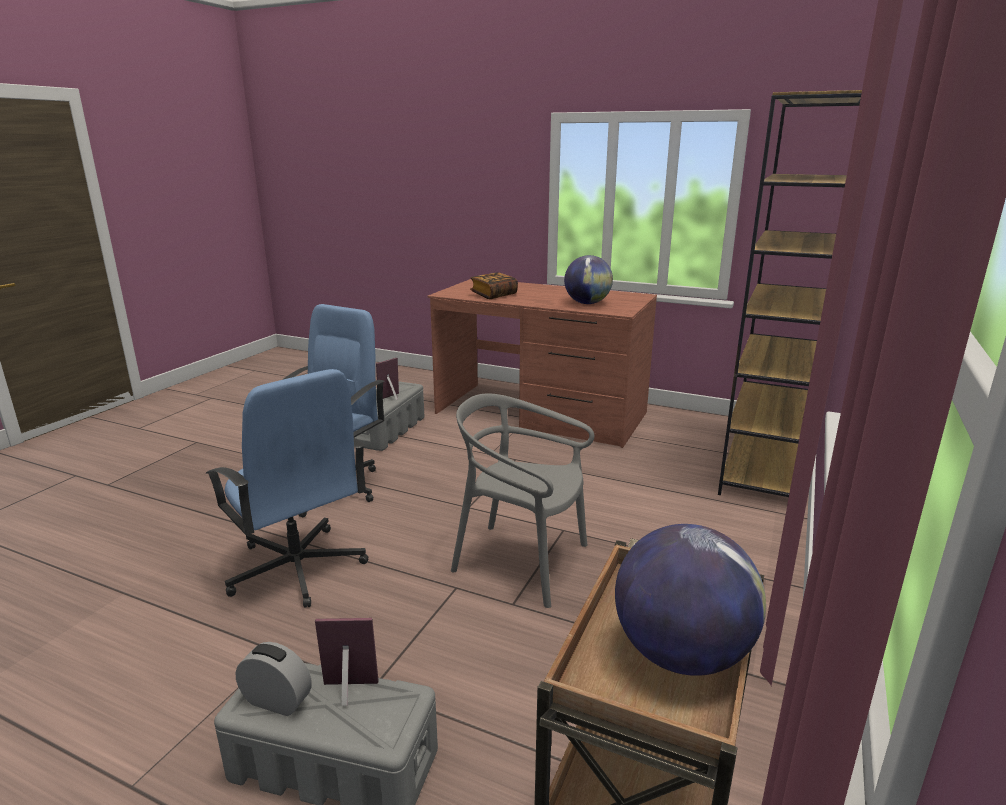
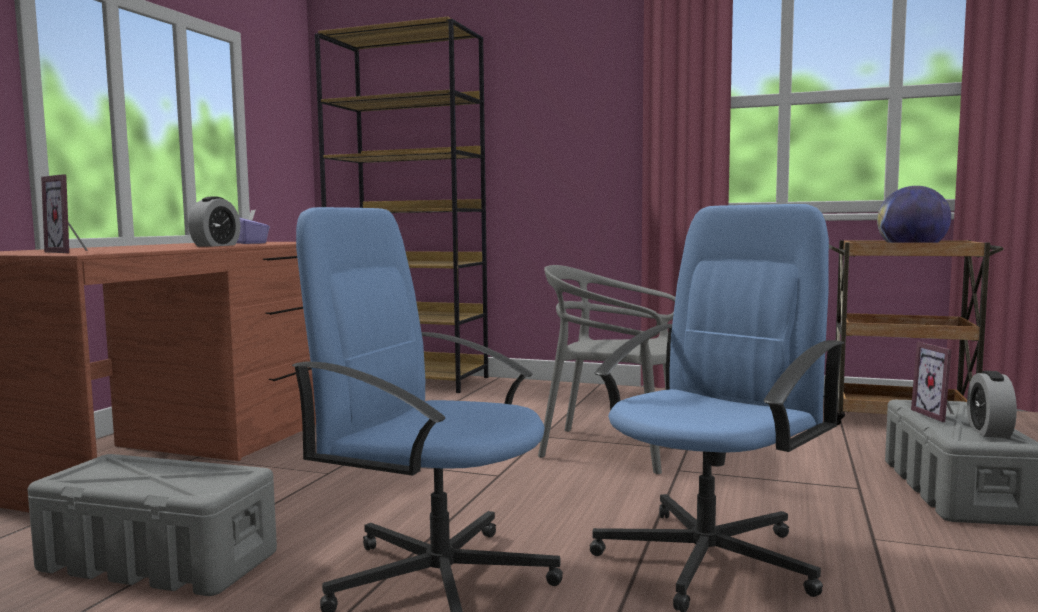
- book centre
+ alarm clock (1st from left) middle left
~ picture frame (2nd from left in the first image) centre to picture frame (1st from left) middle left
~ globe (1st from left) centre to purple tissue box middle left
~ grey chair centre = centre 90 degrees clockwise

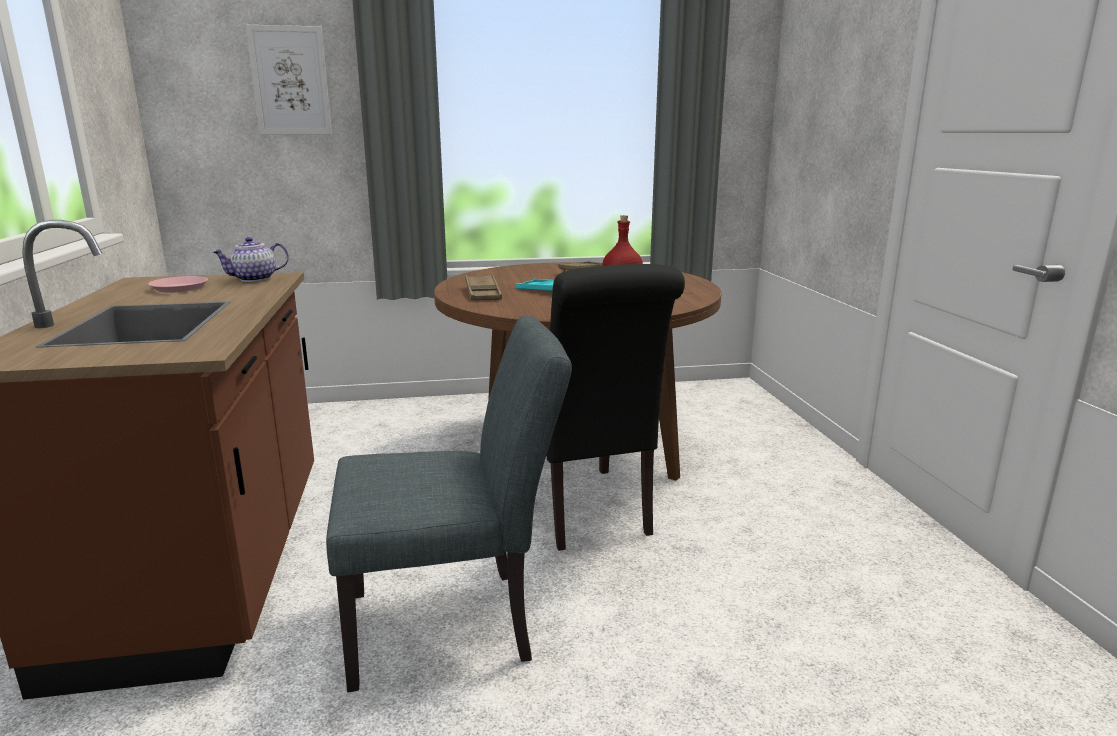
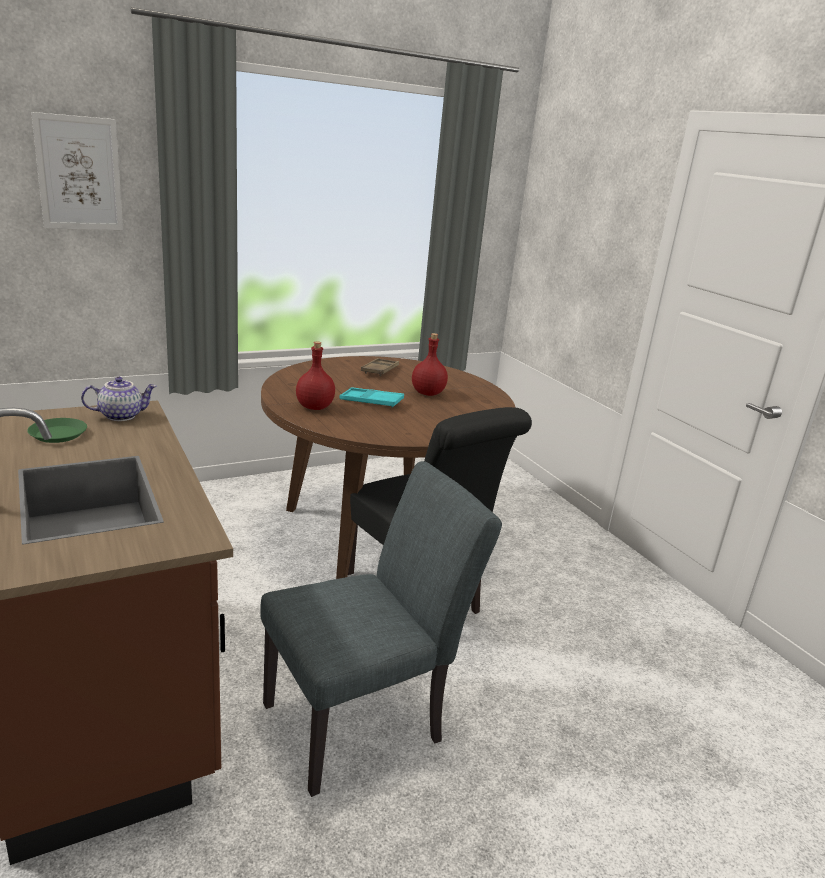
~ brown tray (1st from left) centre to red bottle (1st from left) centre
~ pink plate middle left to green plate middle left
~ teapot middle left = middle left 150 degrees counterclockwise

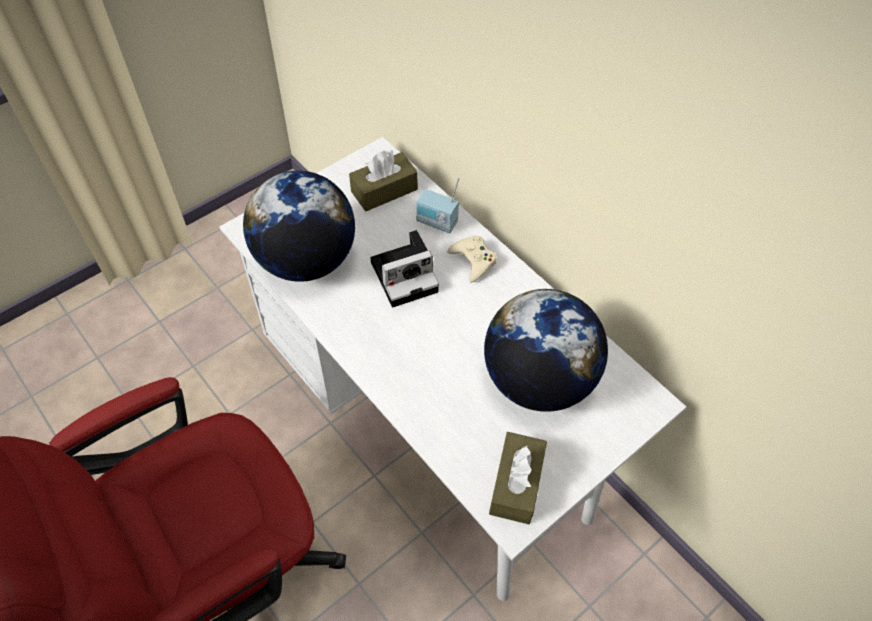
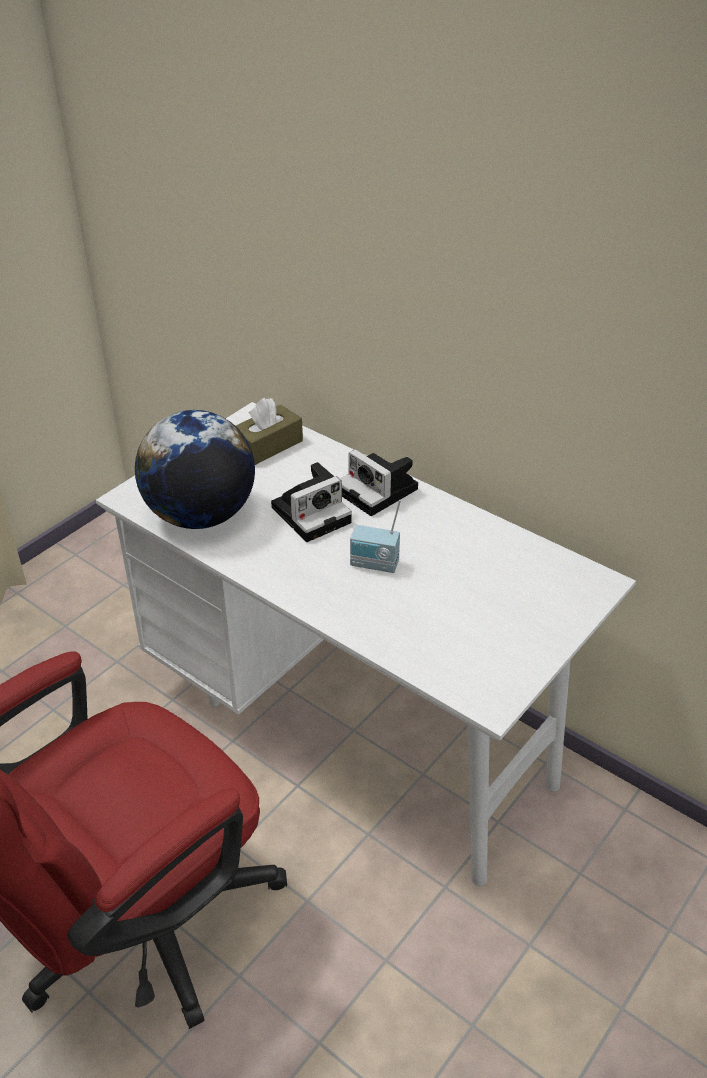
- globe (2nd from left) centre
- brown tissue box (2nd from left) bottom centre
~ radio top centre to centre
~ beige game controller centre to photo camera (2nd from left) centre

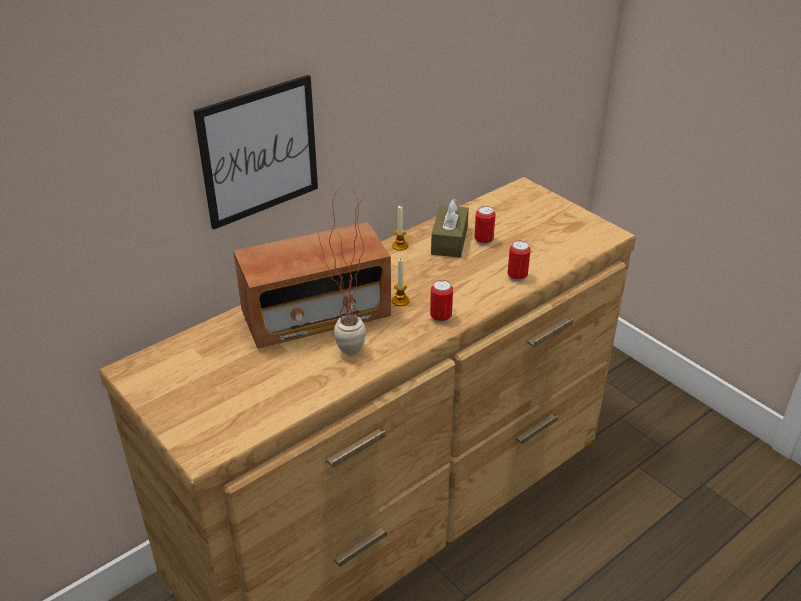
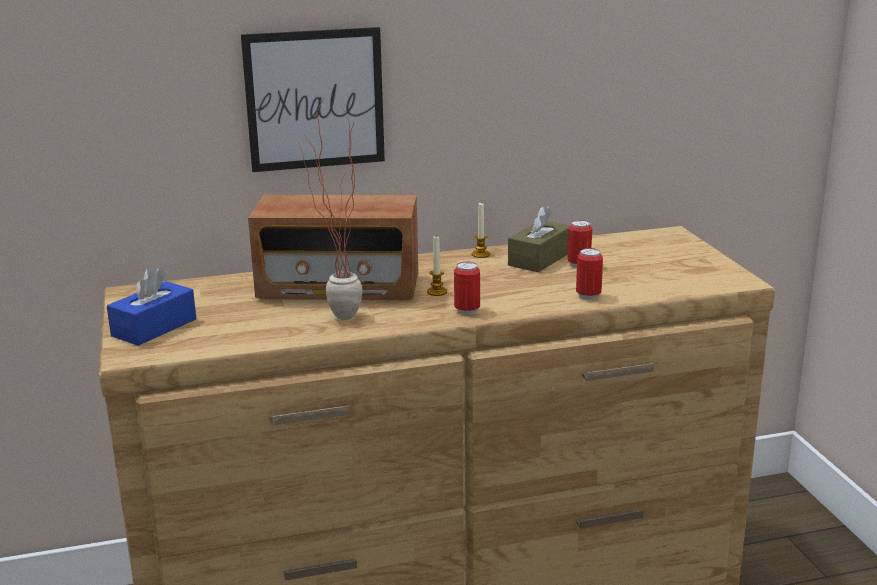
+ blue tissue box middle left

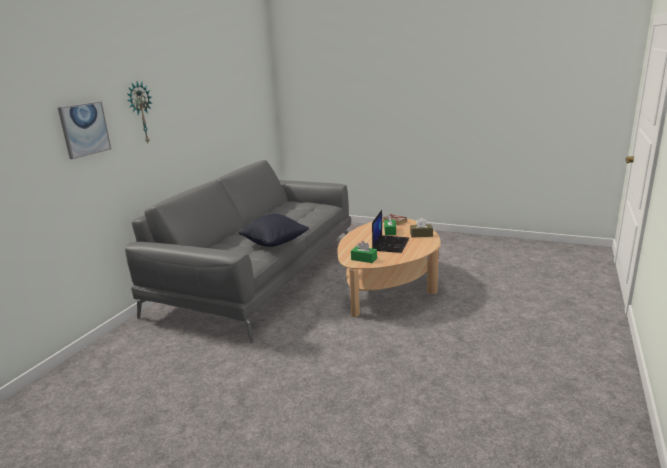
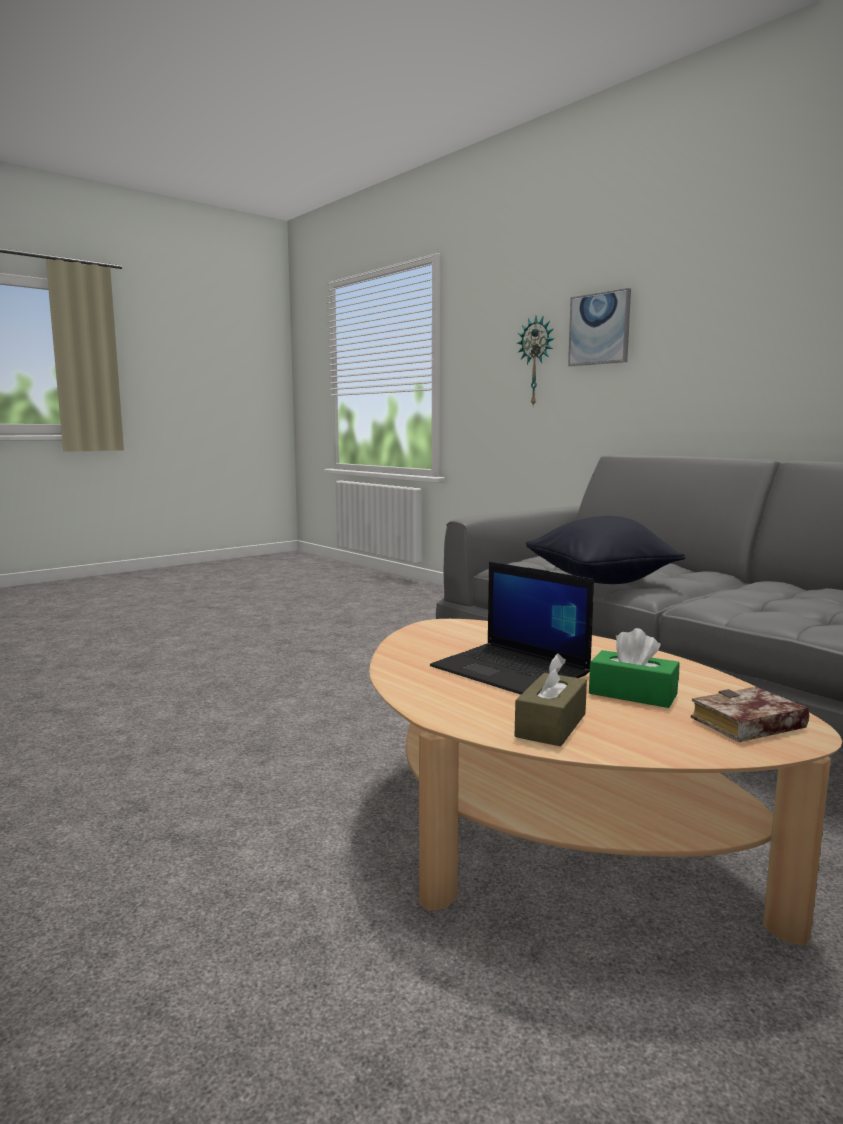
- green tissue box (1st from left) centre
~ wall clock top left to top centre

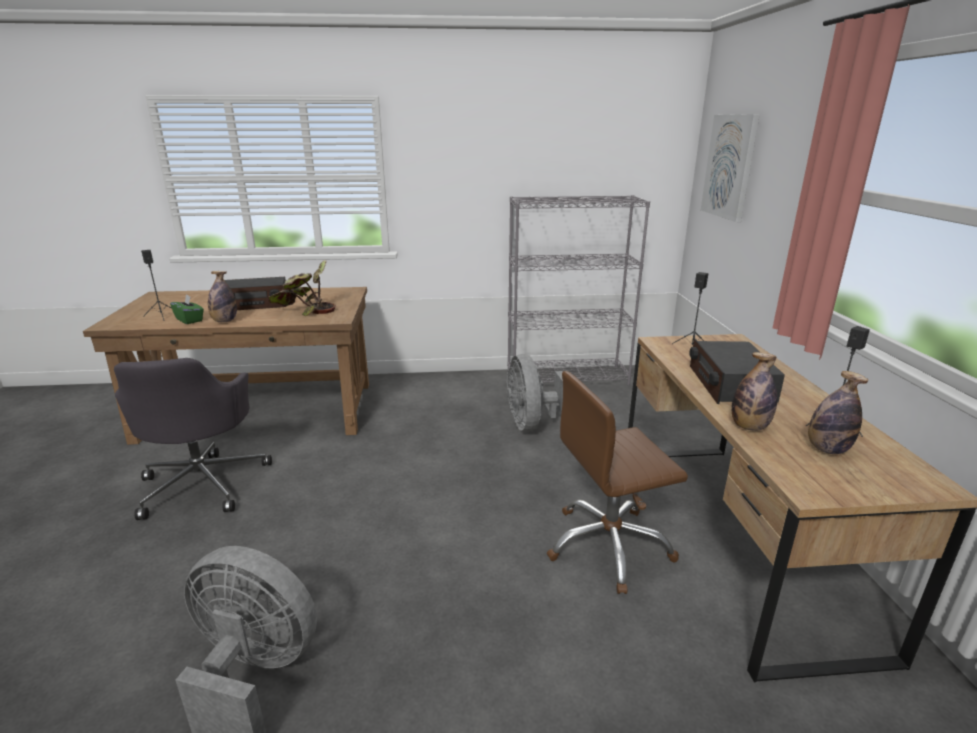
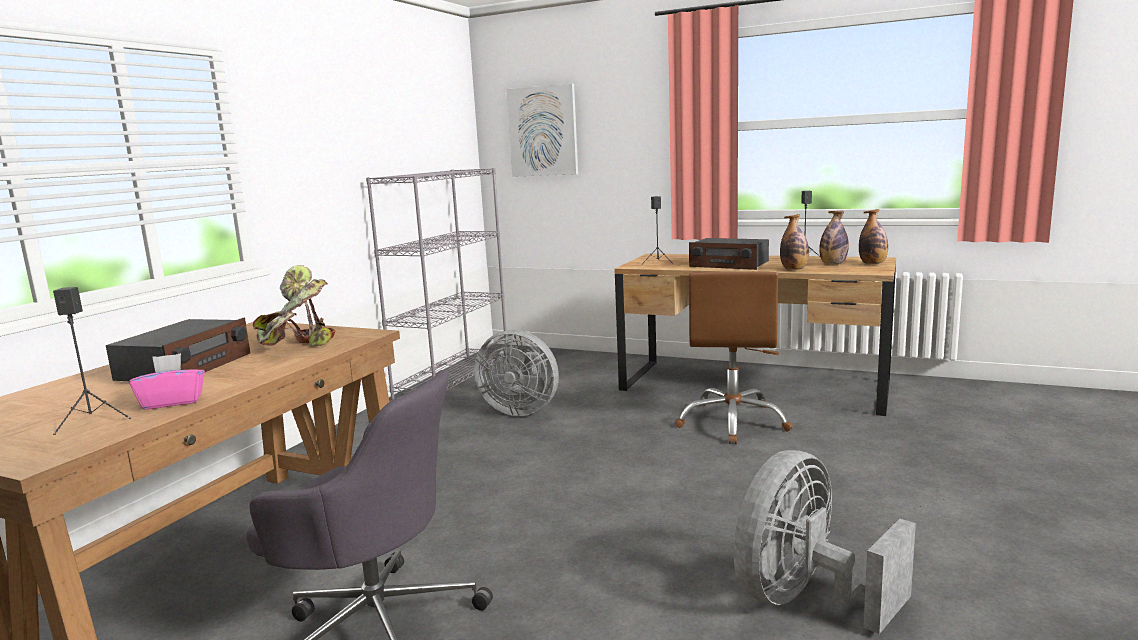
~ bottle (1st from left in the first image) middle left to bottle (3rd from left) middle right
~ green tissue box middle left to pink tissue box middle left

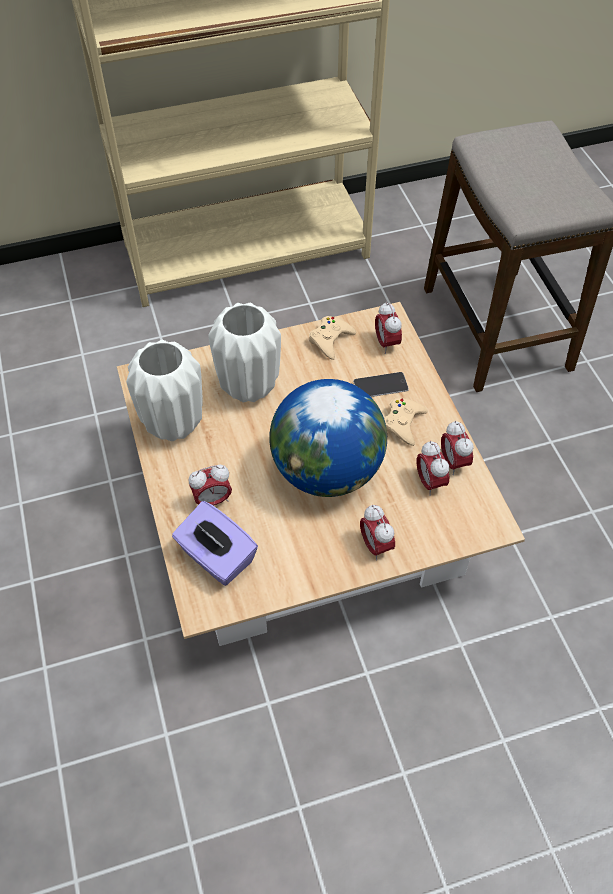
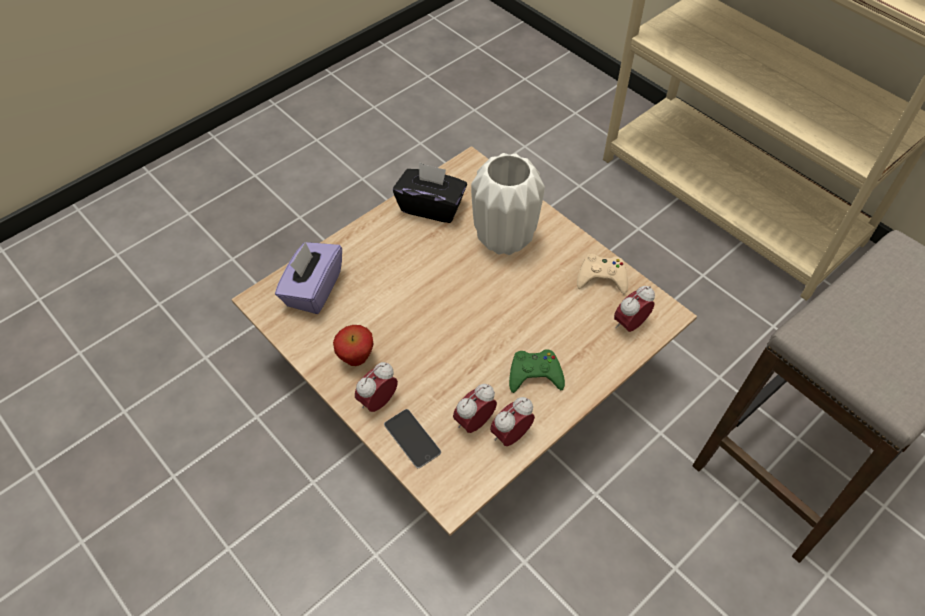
- alarm clock (1st from left) centre
- globe centre
+ apple centre
~ phone centre to bottom centre
~ white vase (1st from left) middle left to black tissue box top centre
~ beige game controller (2nd from left) centre to green game controller centre

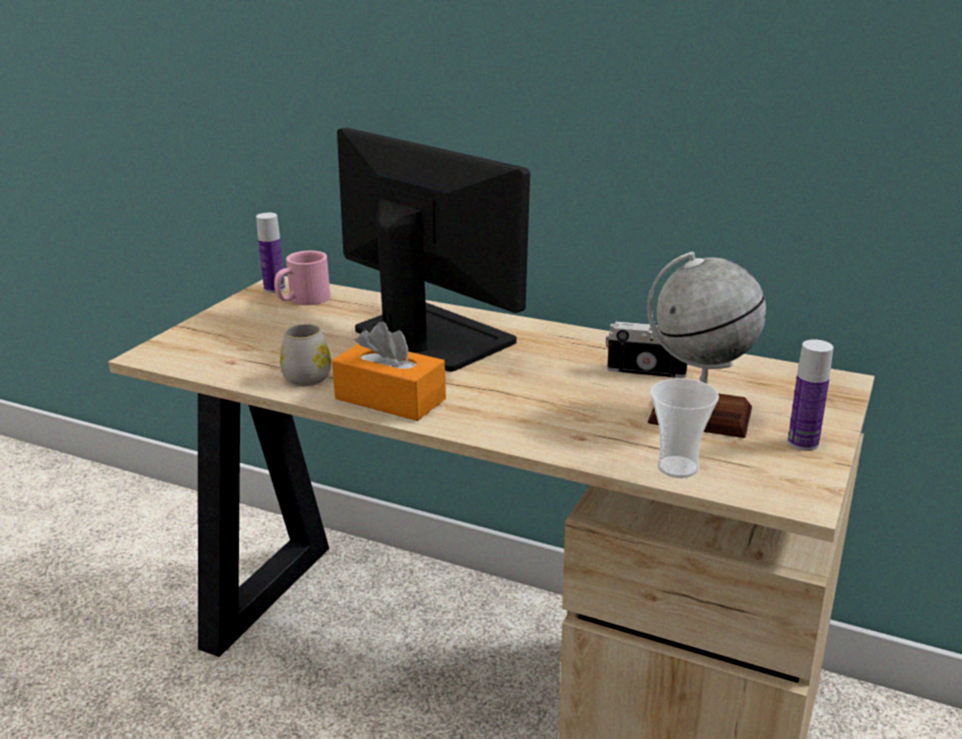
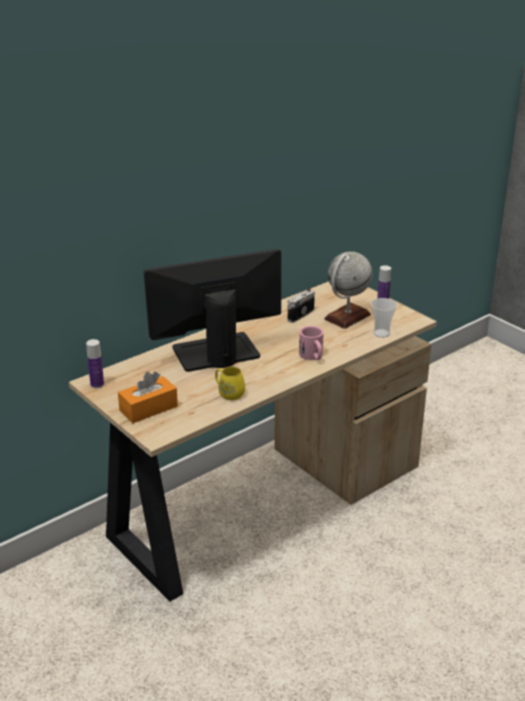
~ pink mug middle left to centre
~ orange tissue box centre to middle left
~ white mug middle left to yellow mug centre

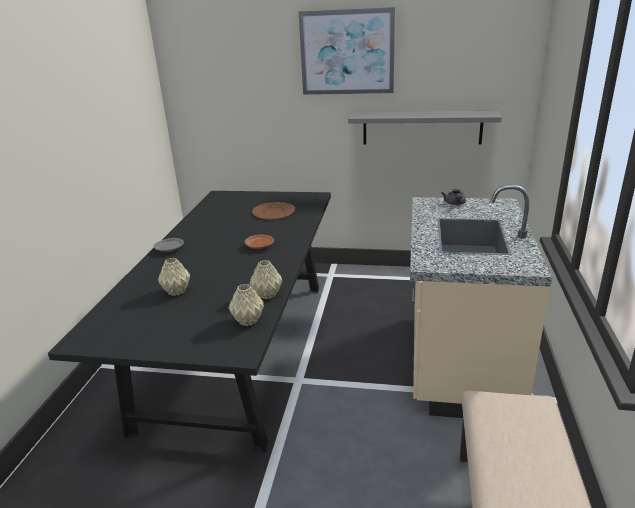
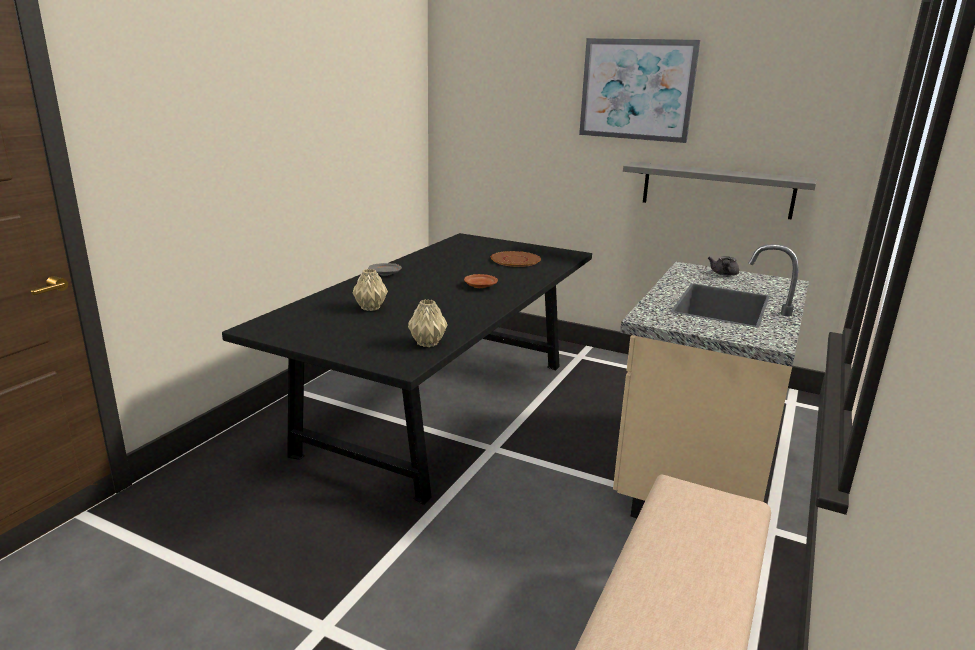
- beige vase (3rd from left) centre

